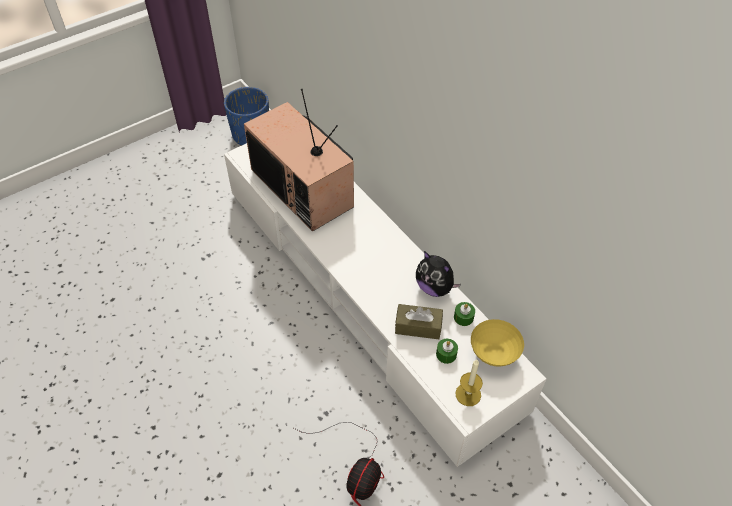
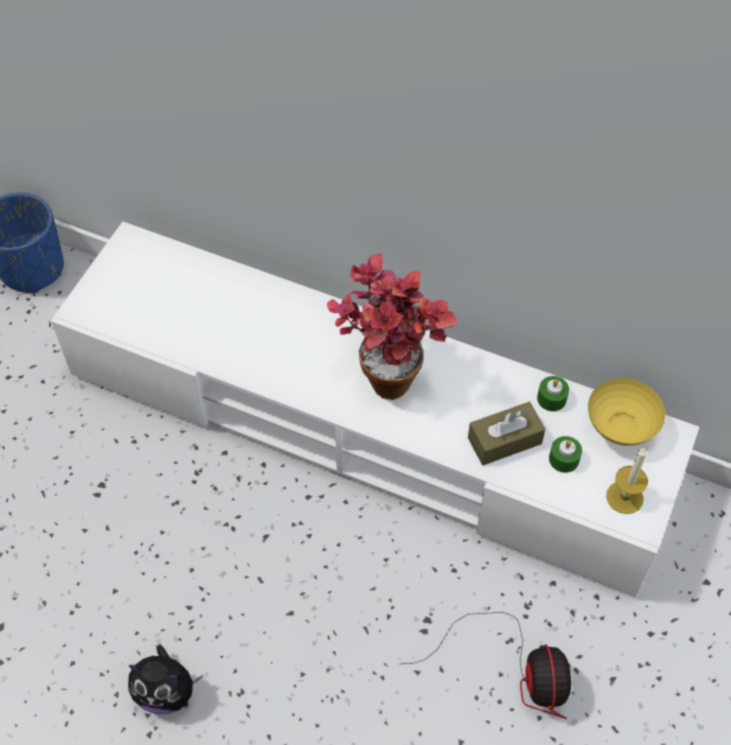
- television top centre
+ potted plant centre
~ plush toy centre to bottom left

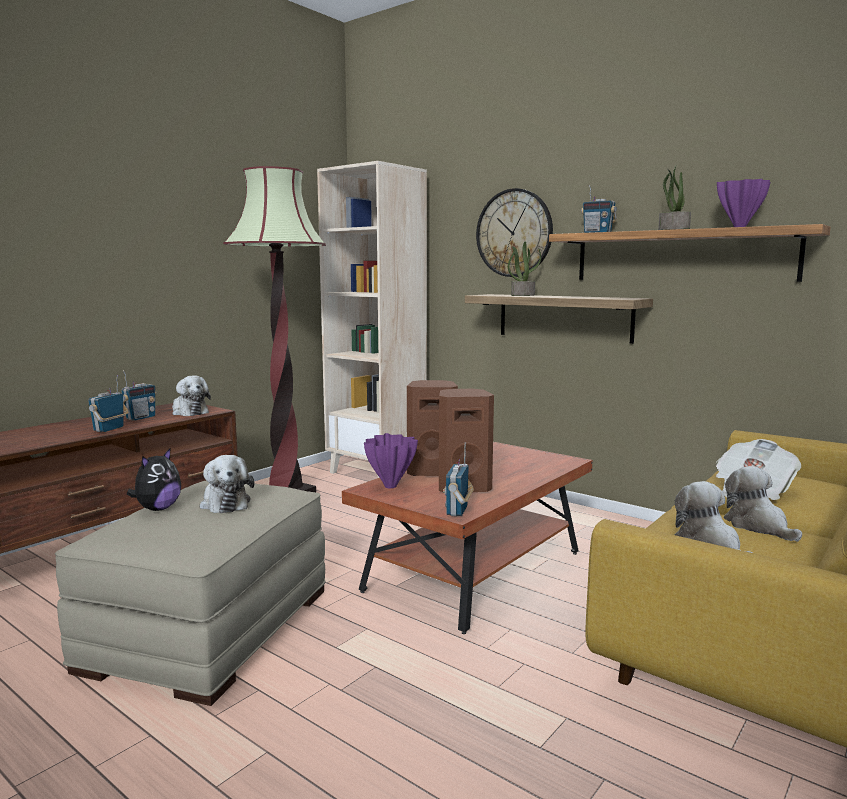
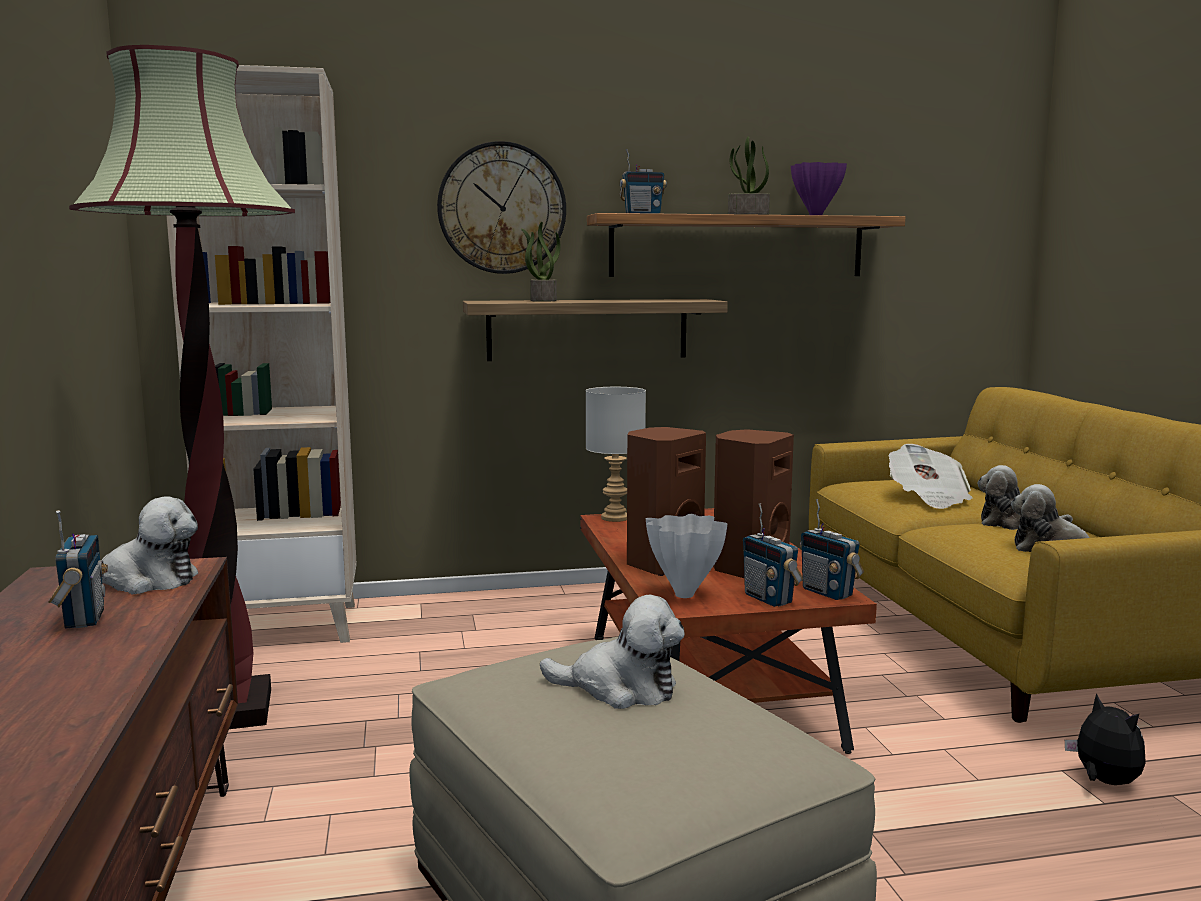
+ grey table lamp centre
~ radio (1st from left in the first image) middle left to radio (3rd from left) centre
~ plush toy (1st from left in the first image) middle left to plush toy (5th from left) bottom right
~ purple vase (1st from left) centre to white vase centre

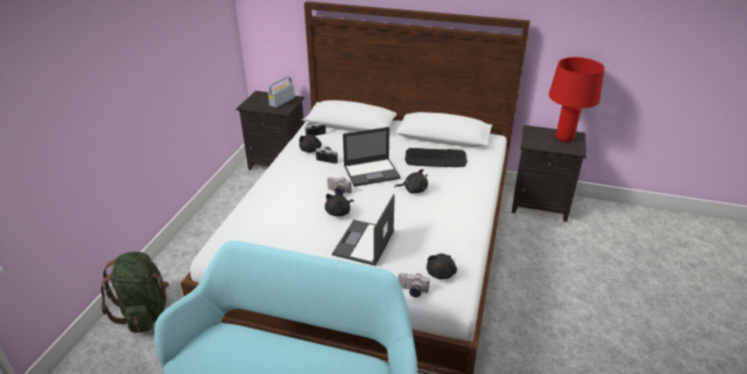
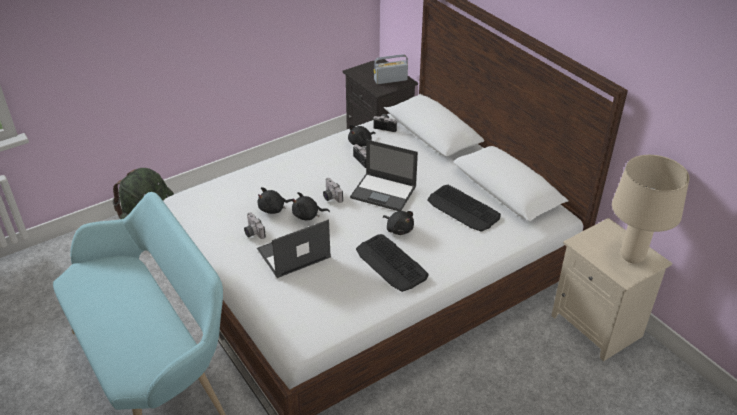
+ keyboard (1st from left) centre
~ photo camera (4th from left in the first image) bottom centre to photo camera (1st from left) centre
~ black plush toy (4th from left in the first image) bottom centre to black plush toy (1st from left) centre
~ black nightstand (2nd from left) middle right to beige nightstand bottom right
~ red table lamp top right to beige table lamp middle right

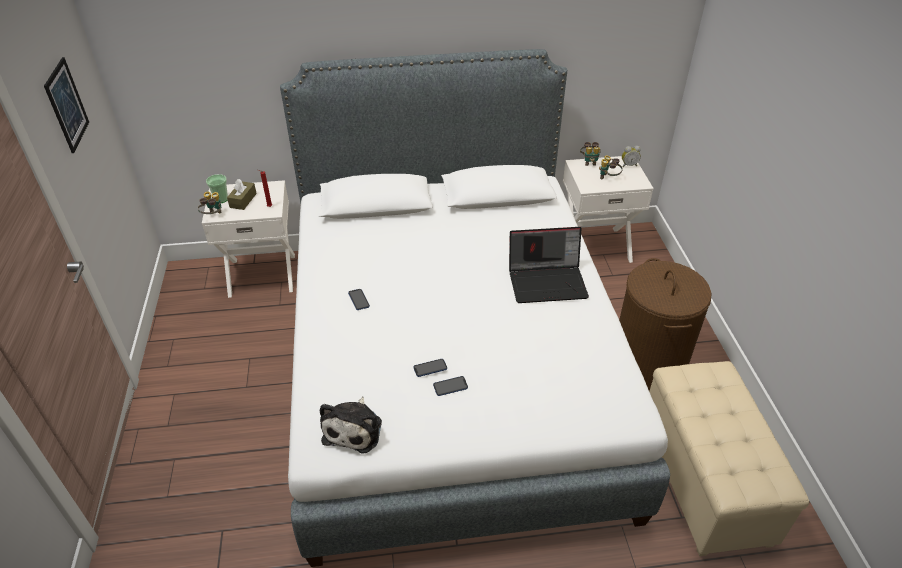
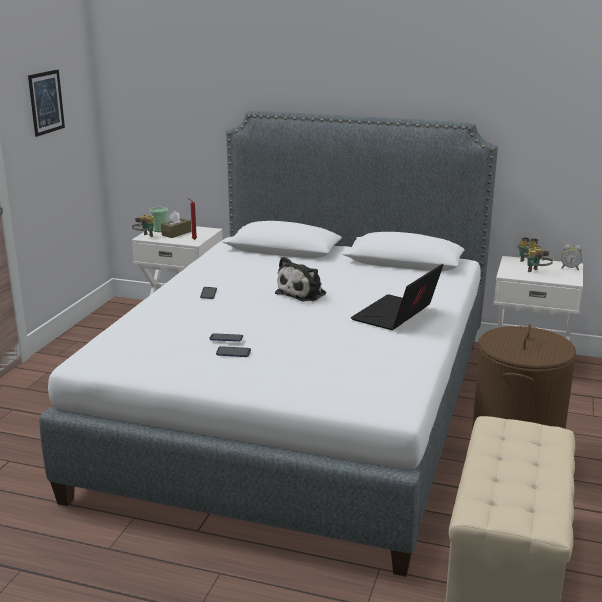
~ plush toy bottom centre to centre
~ laptop centre = centre 105 degrees clockwise

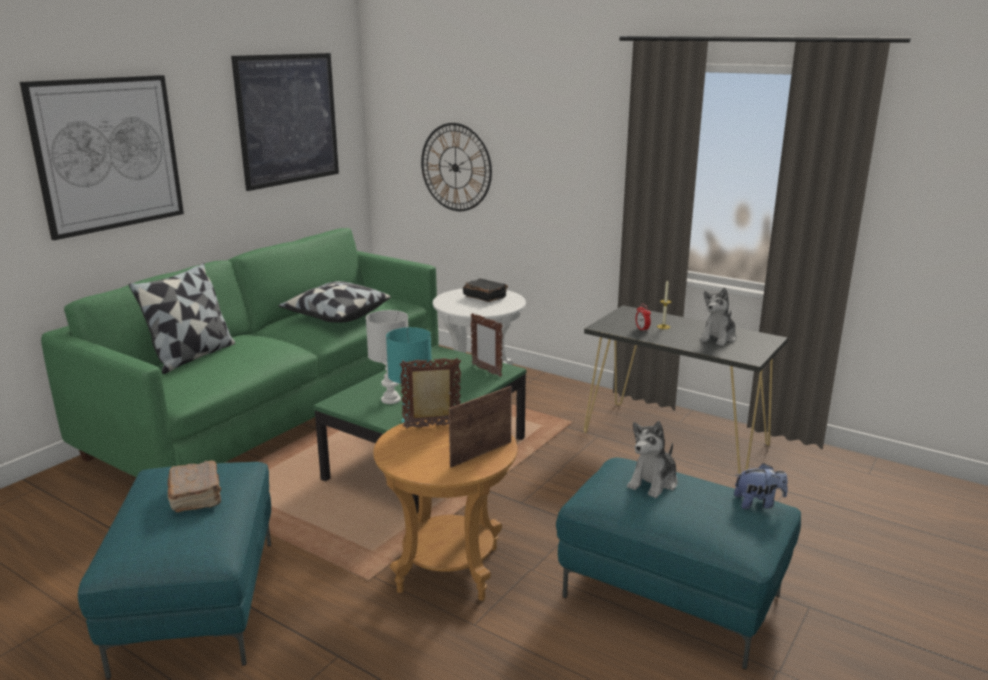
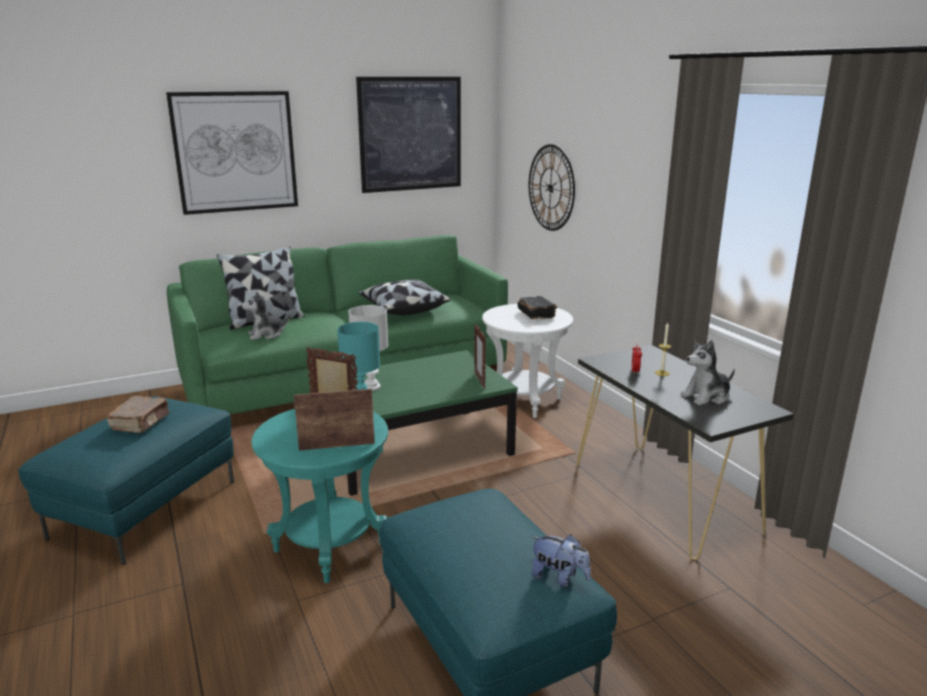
~ plush toy (1st from left) bottom centre to middle left
~ brown side table bottom centre to turquoise side table bottom centre

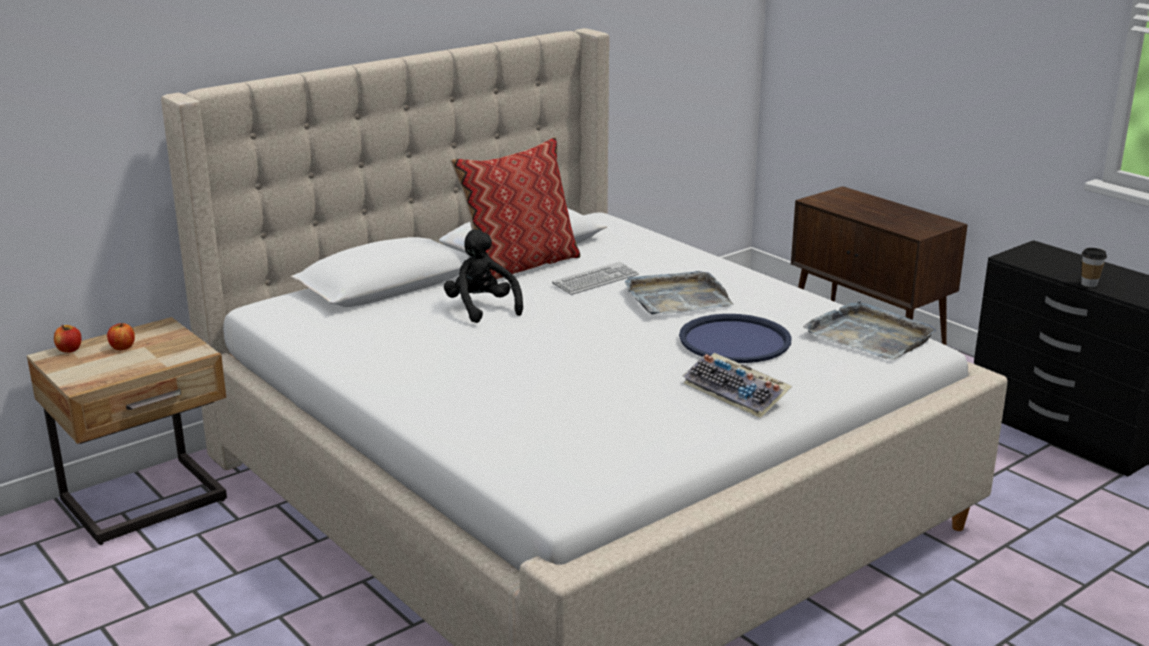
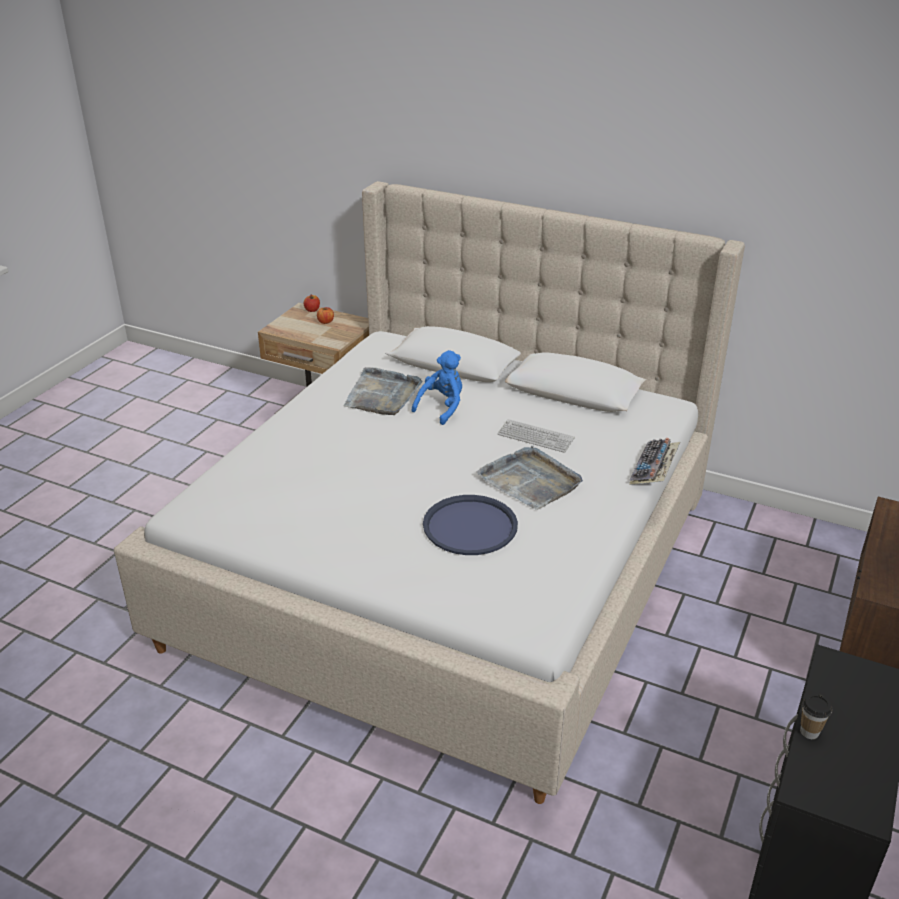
- pillow top centre
~ keyboard (2nd from left) centre to middle right
~ grey tray (2nd from left in the first image) middle right to grey tray (1st from left) centre
~ black plush toy centre to blue plush toy centre

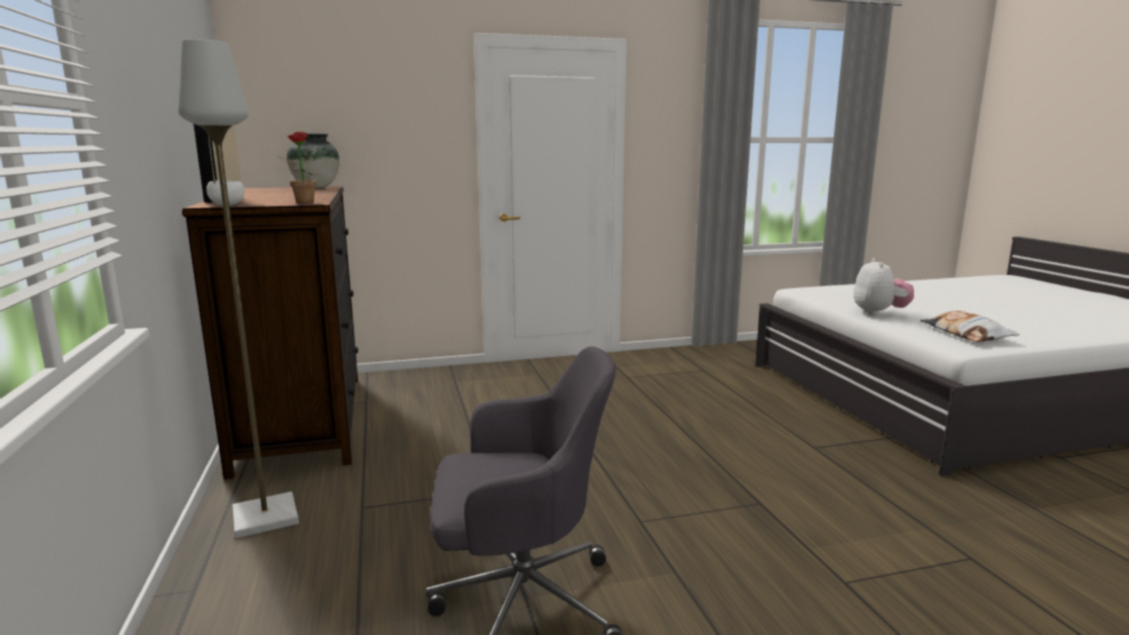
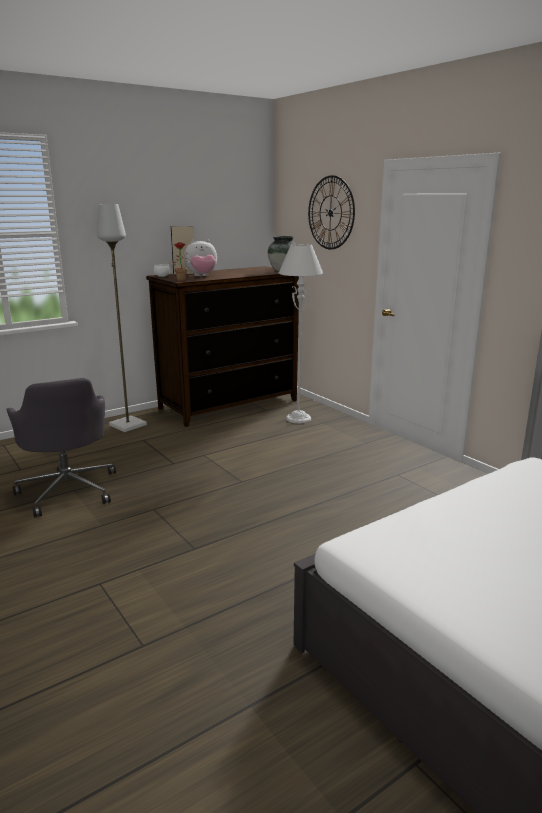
- pillow middle right
+ grey floor lamp (2nd from left) centre
+ wall clock top centre
~ plush toy middle right to top centre

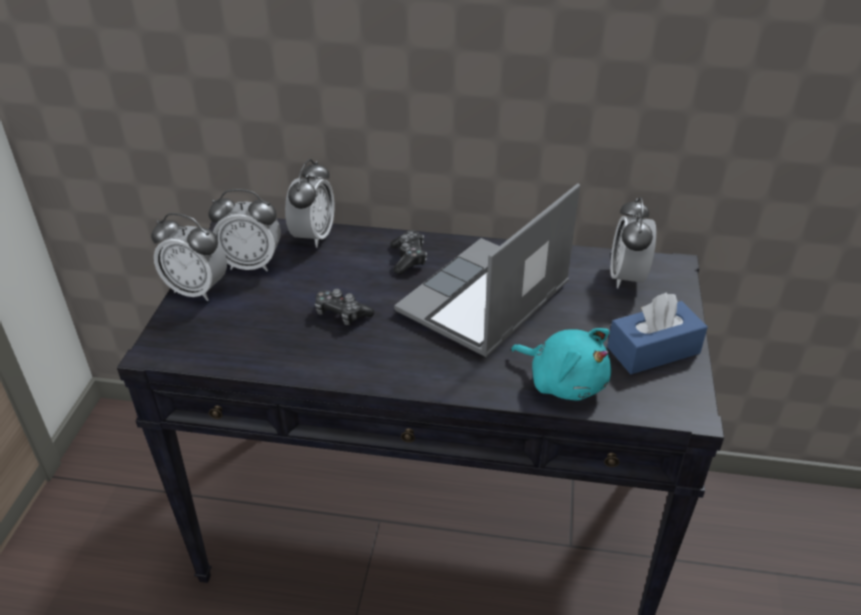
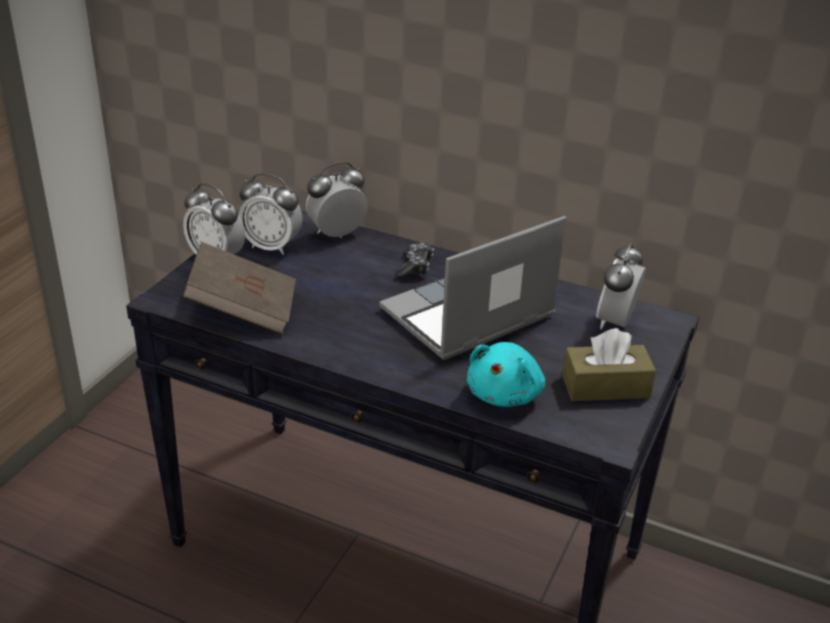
- game controller (1st from left) centre
+ brown book middle left
~ blue tissue box middle right to brown tissue box middle right
~ alarm clock (3rd from left) top centre = top centre 150 degrees counterclockwise
~ turquoise plush toy centre = centre 60 degrees clockwise

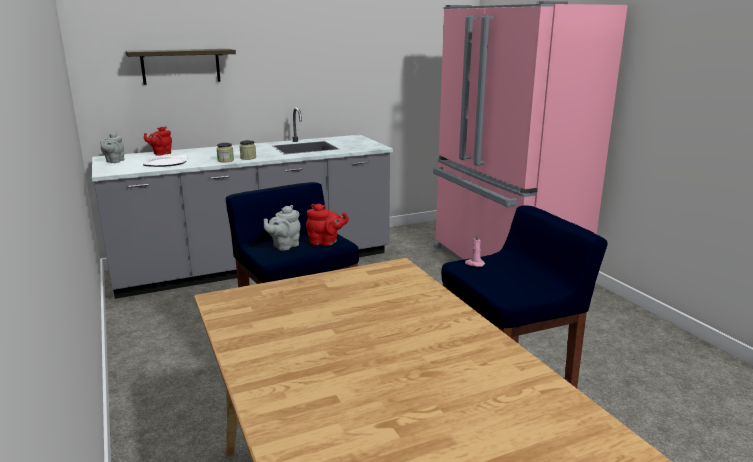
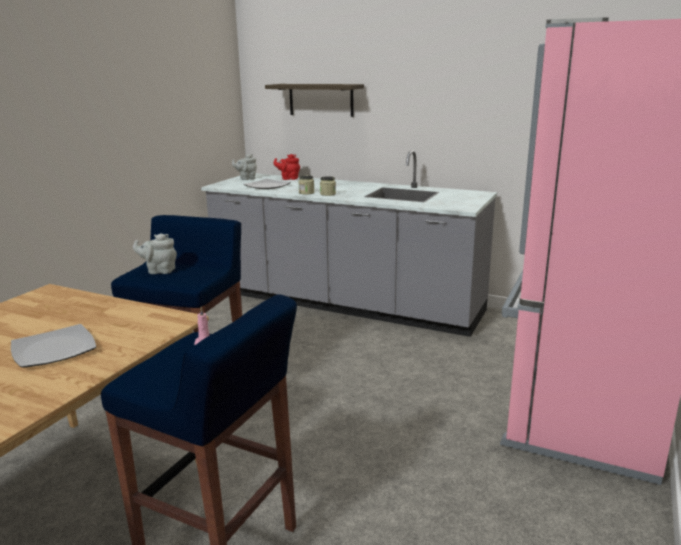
- red teapot (2nd from left) centre
+ plate (1st from left) middle left

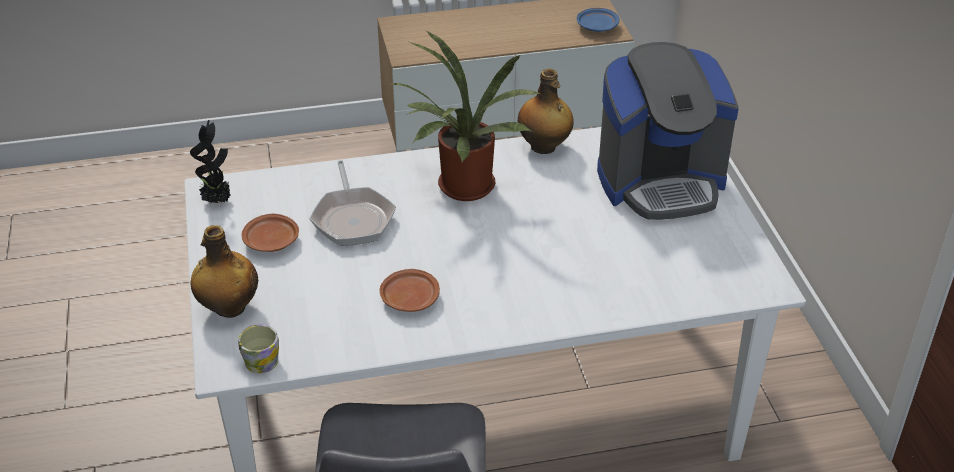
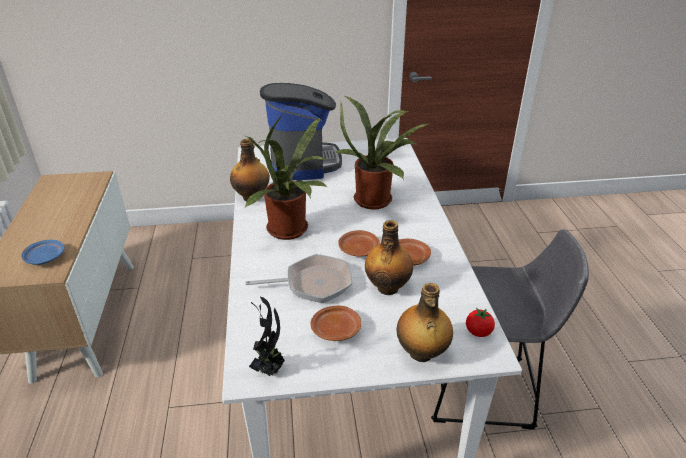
+ potted plant (3rd from left) centre
+ brown plate (2nd from left) centre
+ bottle (2nd from left) centre
~ blue plate top centre to middle left
~ mug bottom left to tomato bottom right

